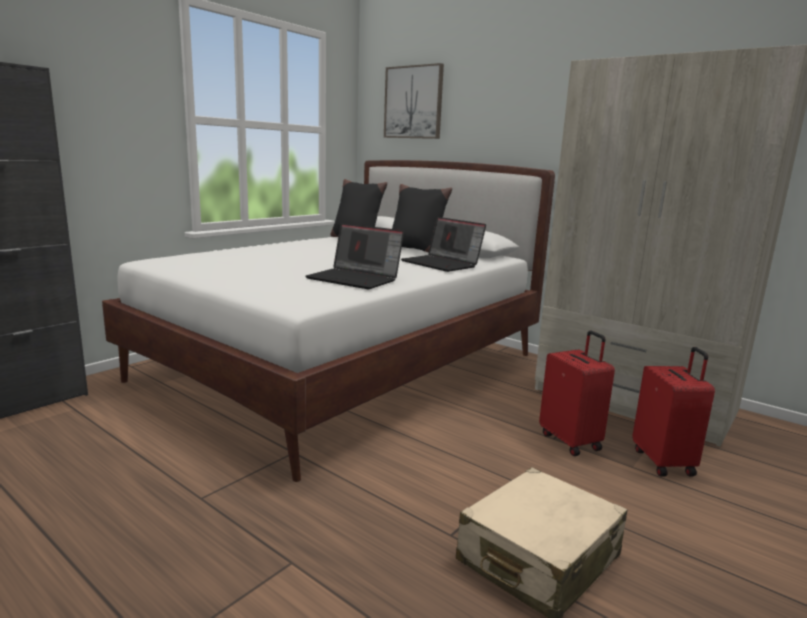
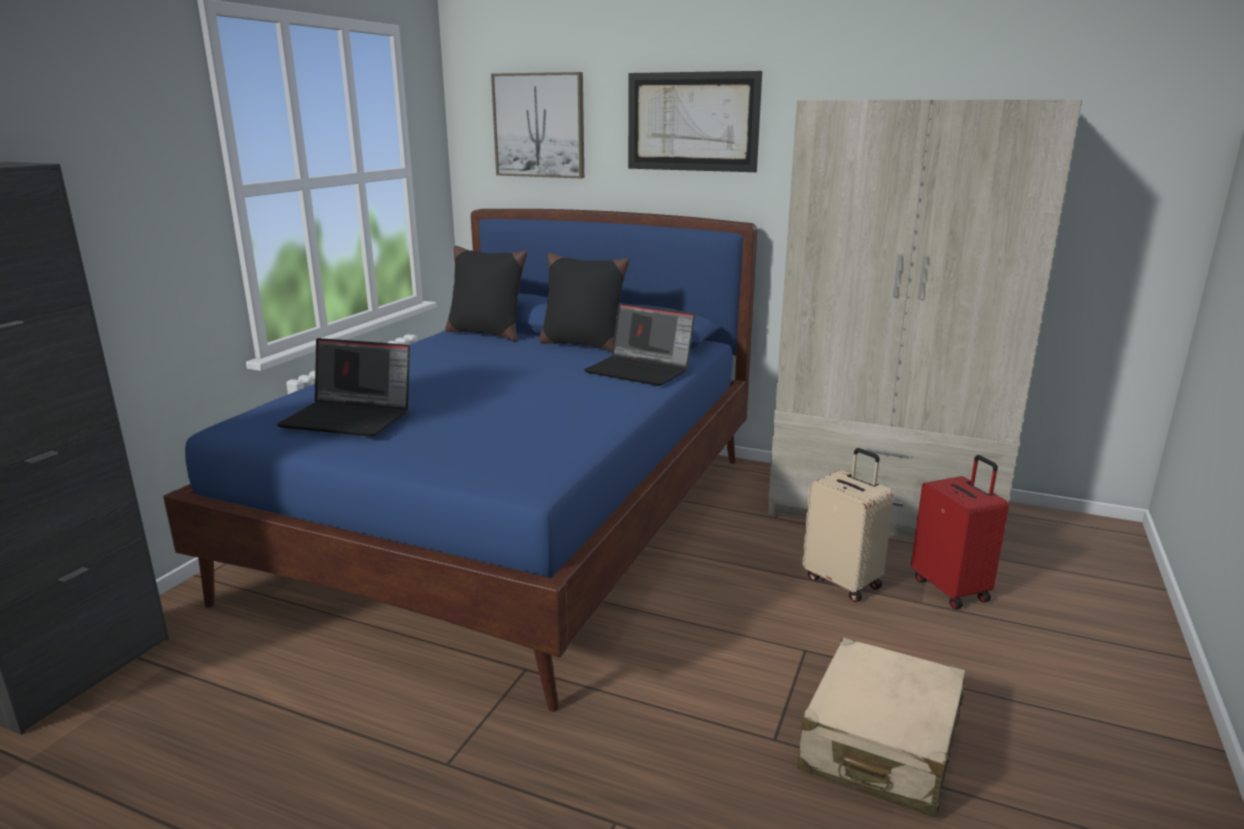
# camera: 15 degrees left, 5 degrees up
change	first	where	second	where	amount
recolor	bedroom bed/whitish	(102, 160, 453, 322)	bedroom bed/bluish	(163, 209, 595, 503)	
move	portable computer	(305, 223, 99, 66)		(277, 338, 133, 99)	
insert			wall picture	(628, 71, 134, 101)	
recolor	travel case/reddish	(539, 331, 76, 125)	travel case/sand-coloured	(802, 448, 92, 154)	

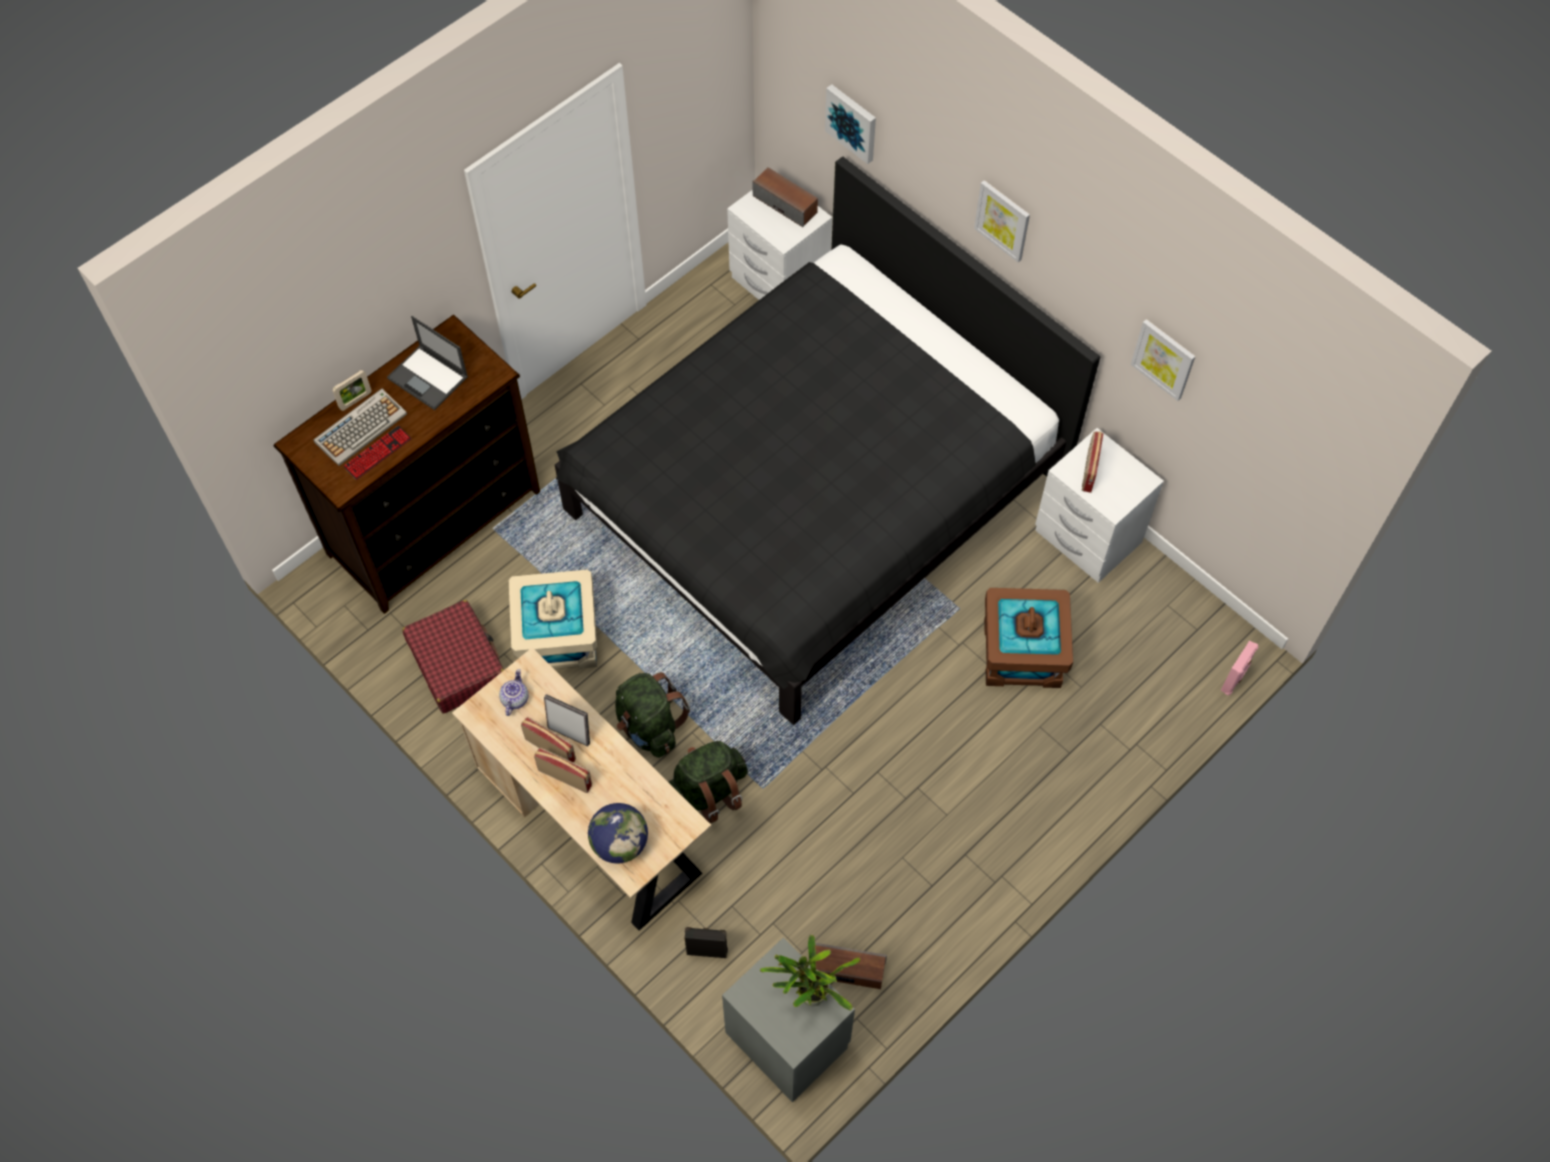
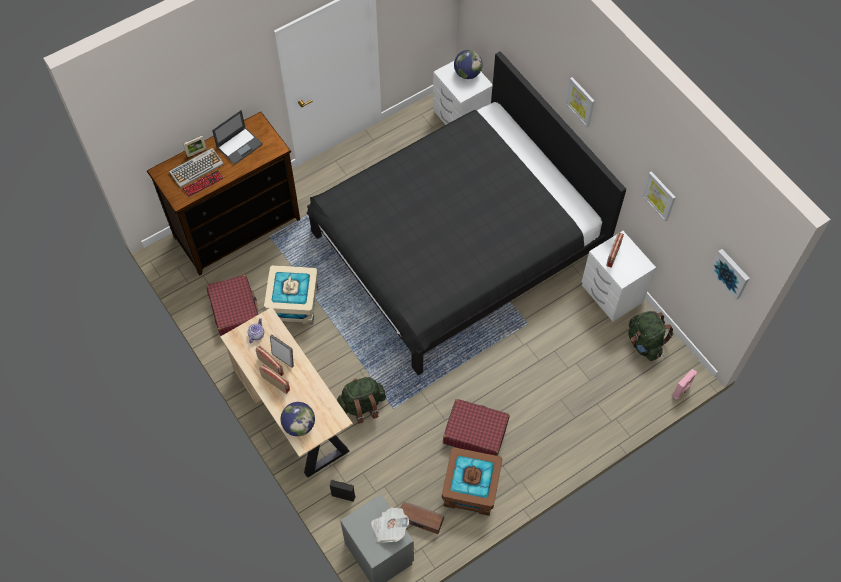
# camera: 10 degrees right, 0 degrees up
change	first	where	second	where	amount
rotate	portable computer	(387, 316, 81, 94)		(212, 110, 51, 55)	90 degrees counterclockwise
replace	potted plant	(759, 934, 101, 77)	printed paper	(371, 507, 38, 36)	
move	storage box/brown-coloured	(984, 588, 89, 100)		(442, 447, 60, 69)	
insert			travel case/reddish	(443, 399, 67, 57)	
replace	speaker	(752, 167, 66, 60)	globe	(454, 50, 29, 29)	
move	knapsack/green	(615, 672, 75, 86)		(628, 311, 45, 50)	
move	wall picture	(825, 84, 51, 80)		(709, 249, 41, 51)	

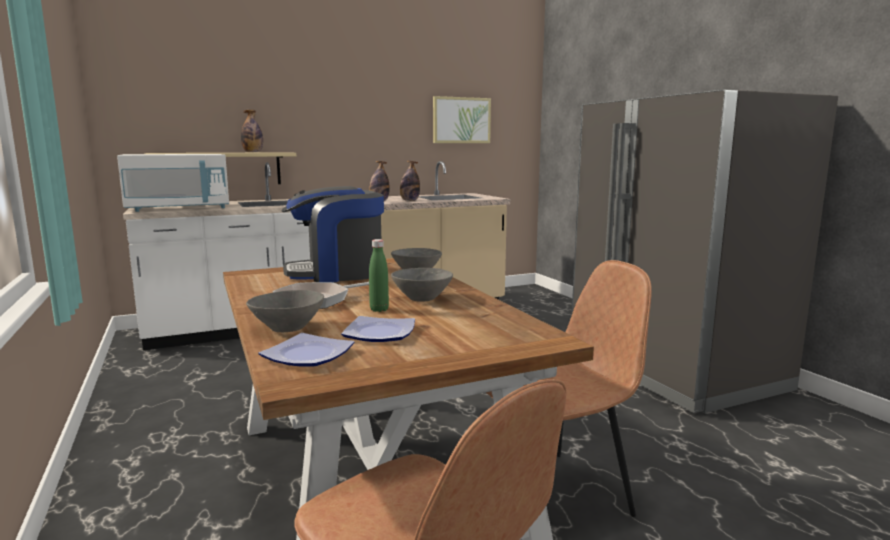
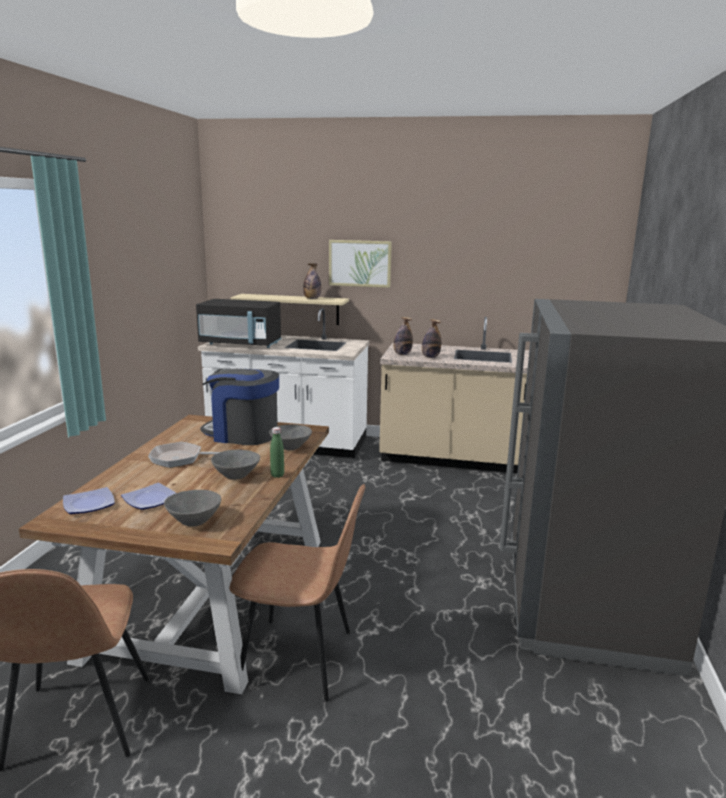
# camera: 35 degrees right, 5 degrees up
change	first	where	second	where	amount
move	serving bowl/gray	(246, 290, 78, 42)		(164, 490, 57, 37)	
recolor	microwave oven/whitish	(117, 154, 112, 58)	microwave oven/blackish	(196, 299, 86, 49)	
move	beverage bottle/green	(369, 239, 20, 73)		(270, 427, 14, 51)	
move	wall picture	(433, 96, 58, 47)		(329, 240, 63, 48)	

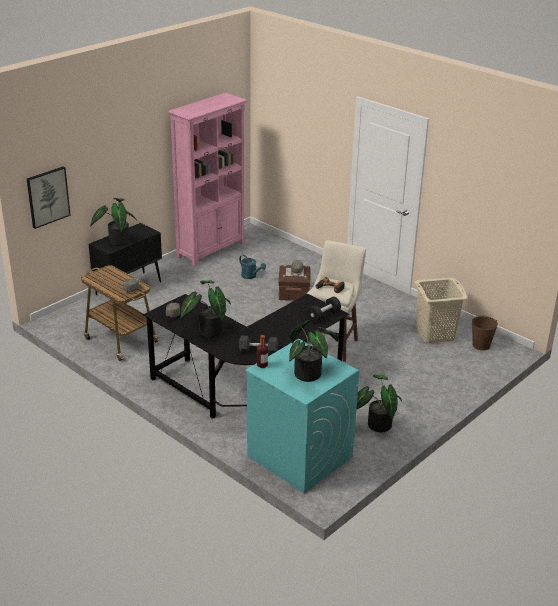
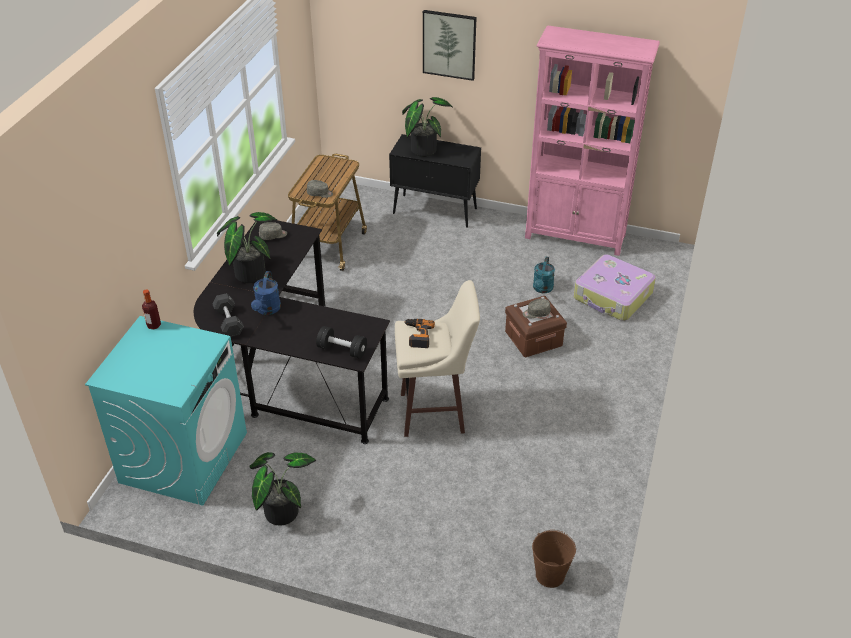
# camera: 65 degrees right, 10 degrees up
change	first	where	second	where	amount
insert			watering can/bluish	(251, 271, 30, 44)	
move	wall picture	(27, 166, 44, 63)		(423, 10, 54, 71)	
insert			travel case	(574, 254, 82, 67)	
delete	potted plant	(289, 320, 50, 62)			
delete	laundry basket/sand-coloured	(415, 278, 53, 65)			

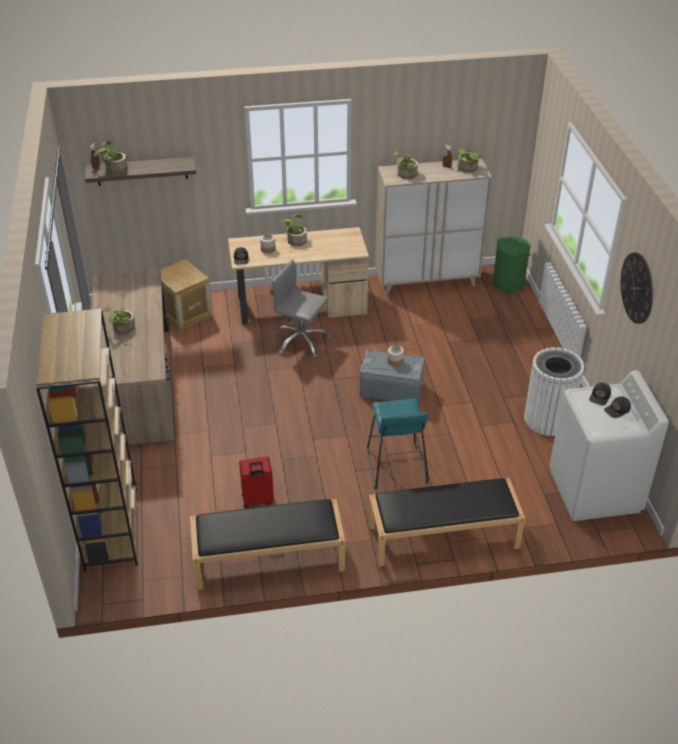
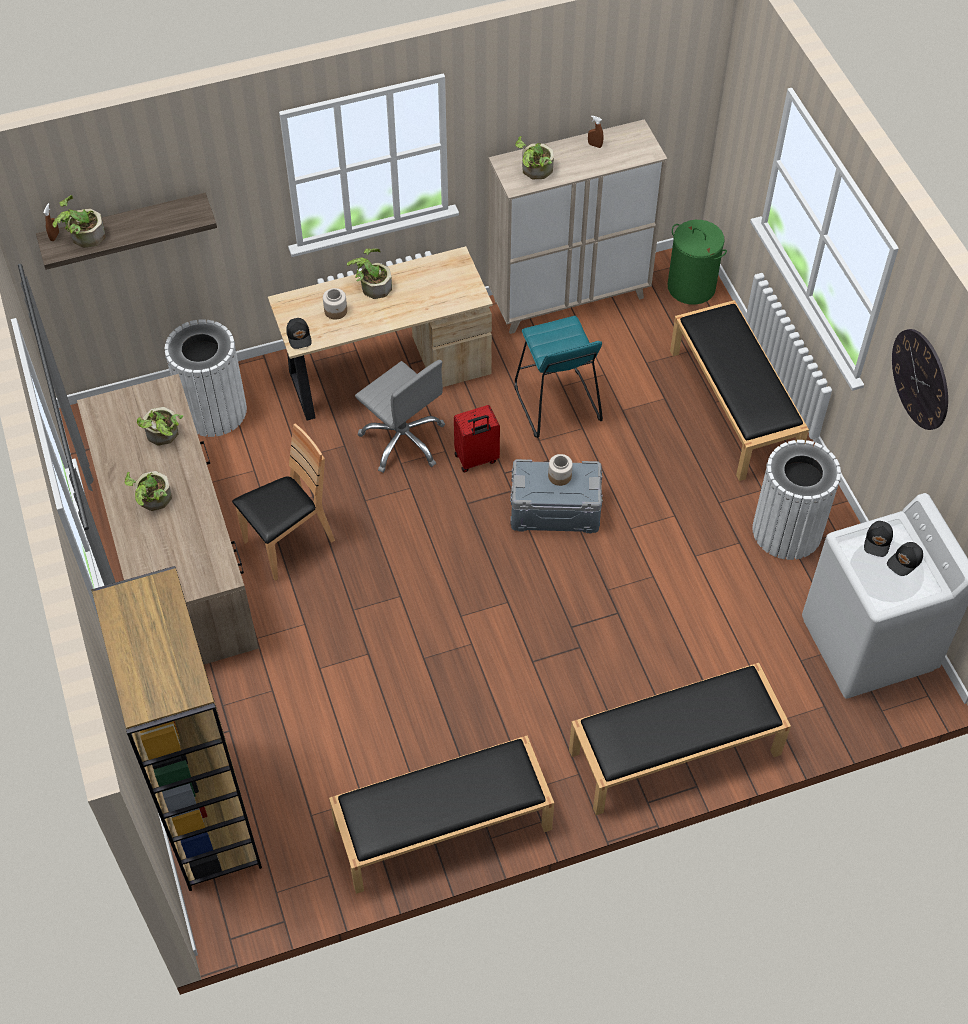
# camera: 10 degrees left, 15 degrees up
change	first	where	second	where	amount
move	potted plant	(457, 149, 28, 24)		(137, 407, 47, 39)	
replace	crate	(161, 259, 52, 72)	trash can/whitish	(165, 319, 82, 118)	
insert			chair/brown-coloured	(232, 423, 103, 158)	
rotate	office chair/gray	(272, 259, 59, 99)		(355, 360, 90, 113)	150 degrees counterclockwise
move	travel case/reddish	(239, 457, 35, 52)		(454, 405, 46, 67)	
move	sitting stool/turquoise-coloured	(367, 398, 62, 91)		(515, 316, 88, 122)	
insert			long seat/blackish	(670, 300, 139, 181)	

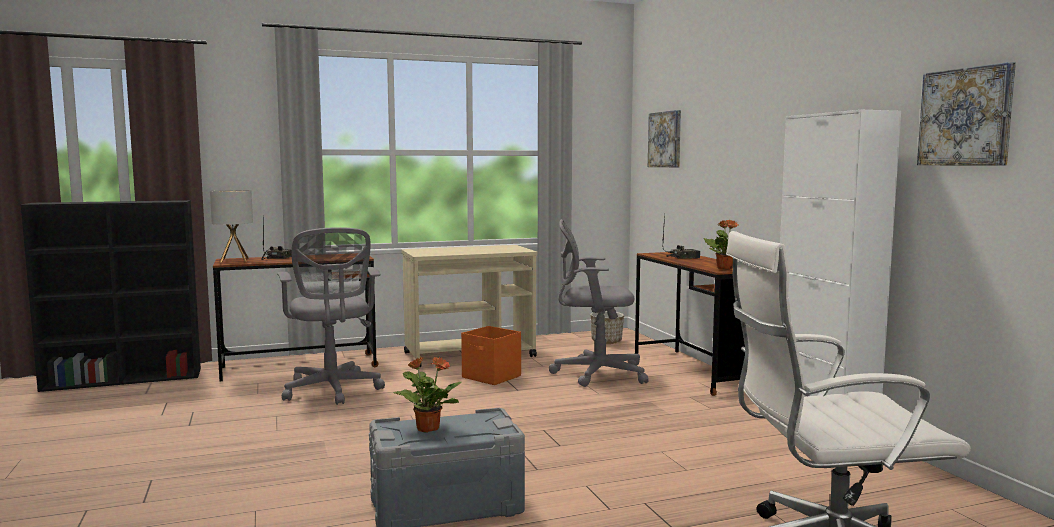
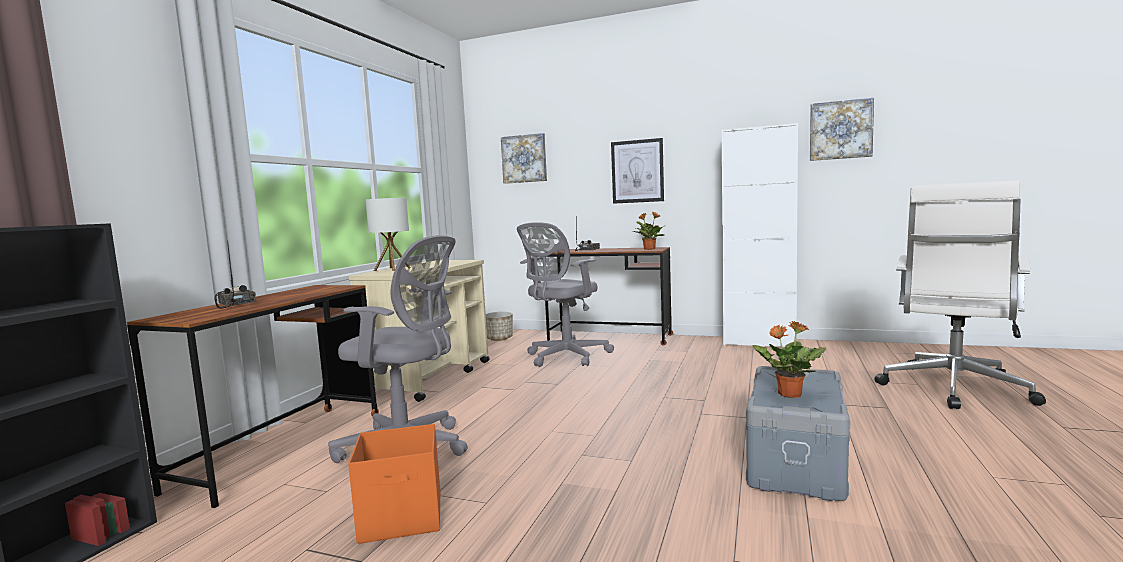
# camera: 50 degrees left, 0 degrees up
change	first	where	second	where	amount
move	storage box/orangey	(461, 326, 60, 59)		(348, 424, 92, 120)	
move	table lamp	(210, 190, 43, 72)		(365, 198, 46, 73)	
insert			wall picture	(611, 138, 53, 66)	

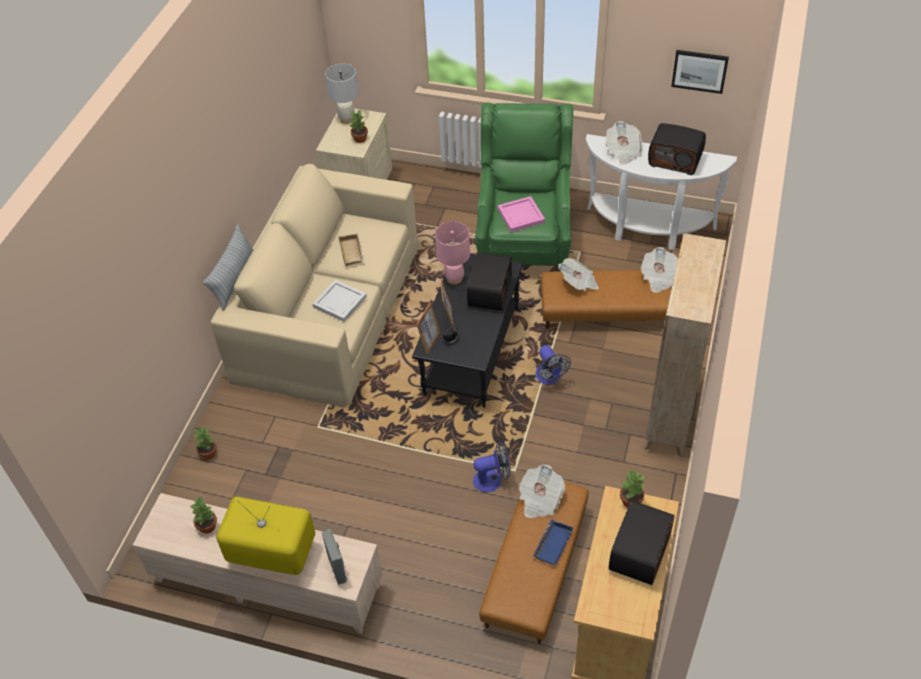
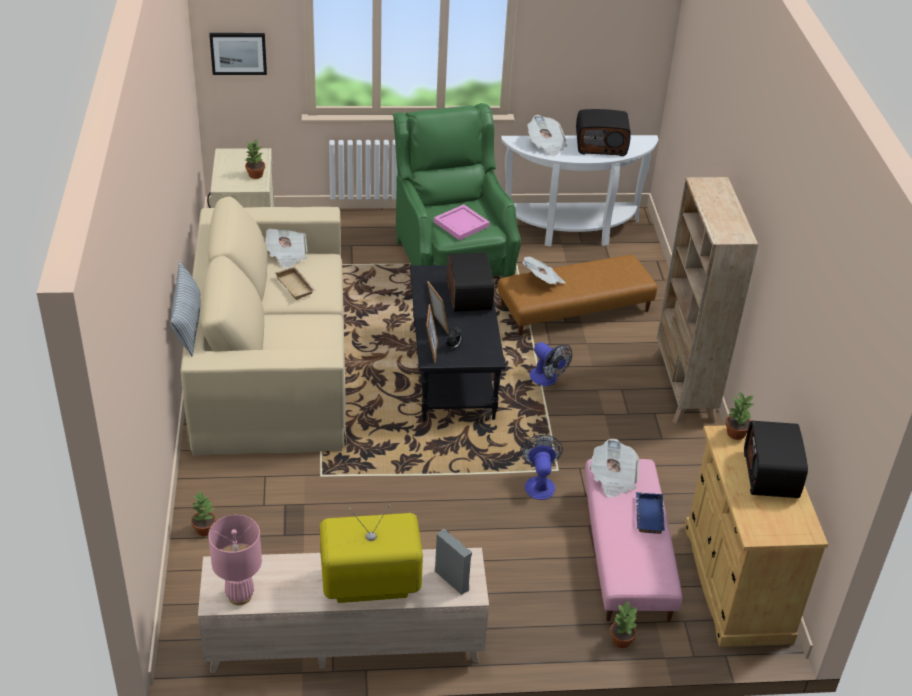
# camera: 25 degrees left, 10 degrees down
change	first	where	second	where	amount
move	table lamp/pink	(435, 221, 35, 64)		(208, 515, 54, 90)	
move	wall picture	(671, 50, 58, 44)		(209, 33, 58, 42)	
move	printed paper	(640, 247, 38, 46)		(265, 229, 42, 39)	
rotate	cooling fan	(473, 442, 37, 50)		(520, 435, 43, 65)	60 degrees counterclockwise
recolor	ottoman/brown-coloured	(479, 482, 110, 162)	ottoman/pink	(585, 459, 97, 163)	
move	potted plant	(189, 497, 28, 37)		(610, 600, 28, 48)	
delete	serving tray/whitish	(312, 280, 55, 42)			
delete	table lamp/whitish	(325, 64, 33, 60)			

